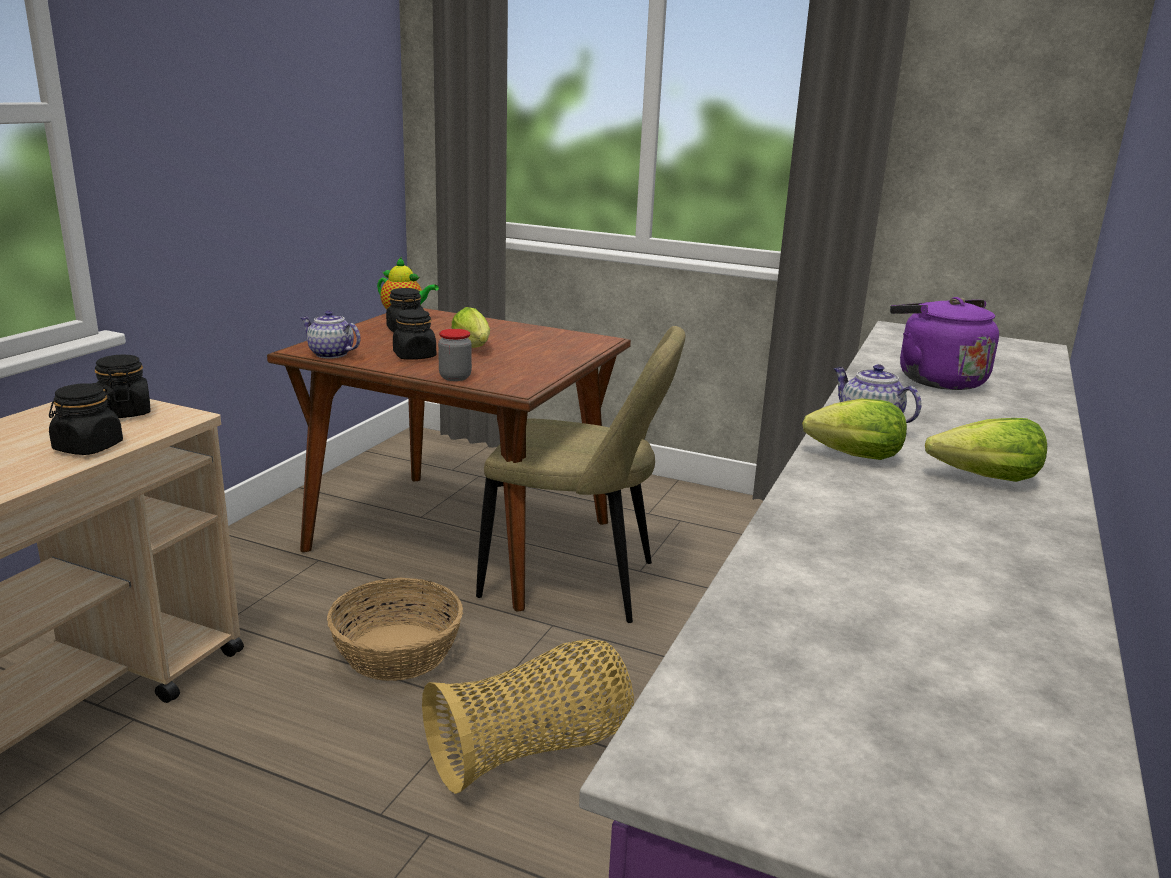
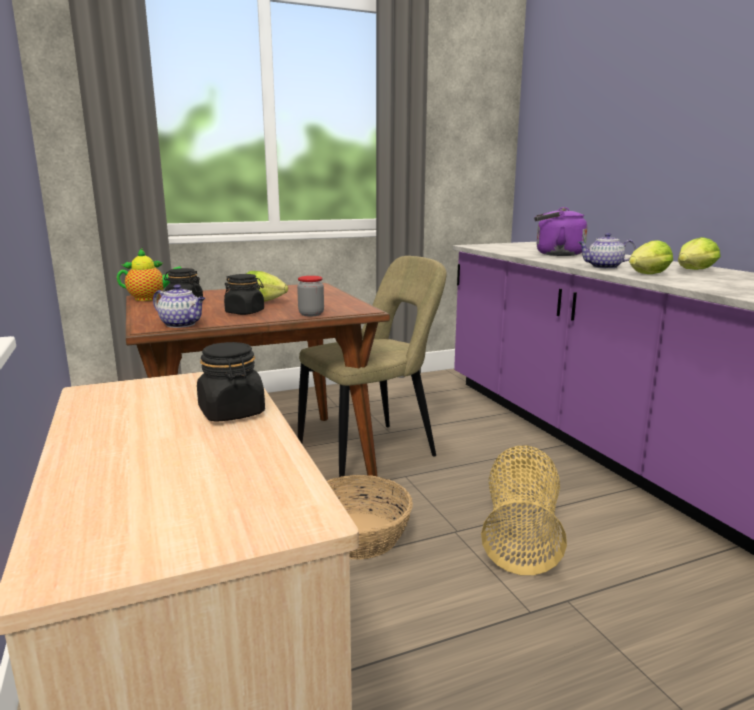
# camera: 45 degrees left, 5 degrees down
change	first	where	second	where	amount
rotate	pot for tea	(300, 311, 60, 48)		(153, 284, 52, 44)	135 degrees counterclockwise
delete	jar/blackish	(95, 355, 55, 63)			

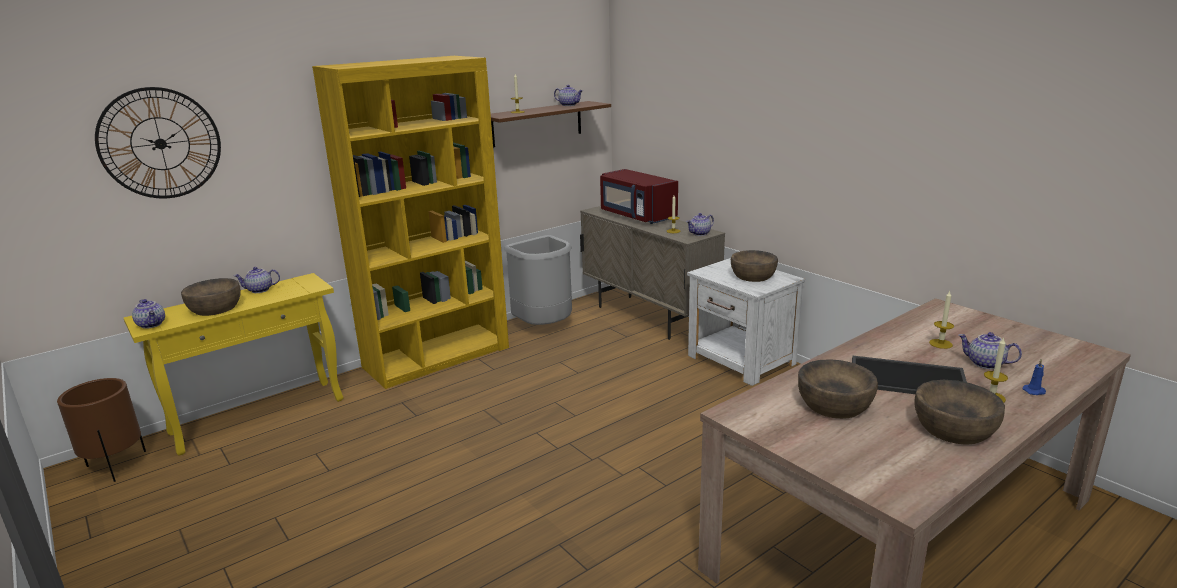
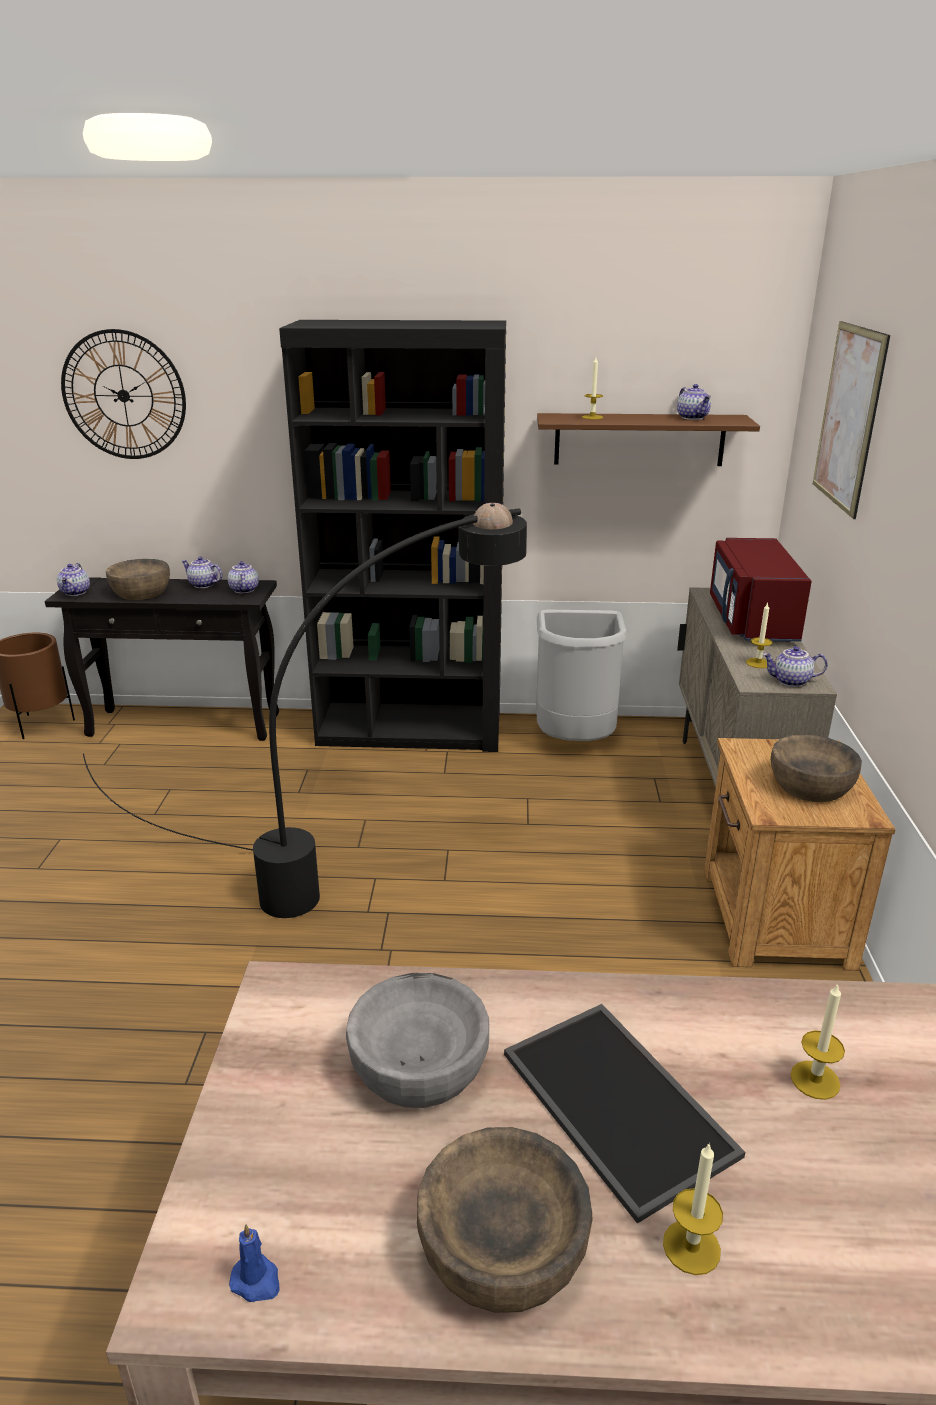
# camera: 40 degrees right, 5 degrees up
change	first	where	second	where	amount
recolor	console table/yellow-coloured	(124, 273, 219, 183)	console table/blackish	(45, 577, 234, 164)	
insert			floor lamp/blackish	(83, 503, 444, 415)	
move	pot for tea	(959, 332, 63, 37)		(228, 561, 31, 32)	
move	wax light/bluish	(1022, 359, 24, 36)		(229, 1224, 51, 78)	
recolor	shelving unit/yellow-coloured	(312, 56, 197, 333)	shelving unit/blackish	(279, 320, 227, 432)	
recolor	serving bowl/brown-coloured	(798, 359, 80, 60)	serving bowl/gray	(346, 973, 143, 135)	
recolor	night table/whitish	(687, 258, 118, 128)	night table/brown-coloured	(704, 738, 191, 233)	
insert			wall picture	(813, 321, 77, 198)	

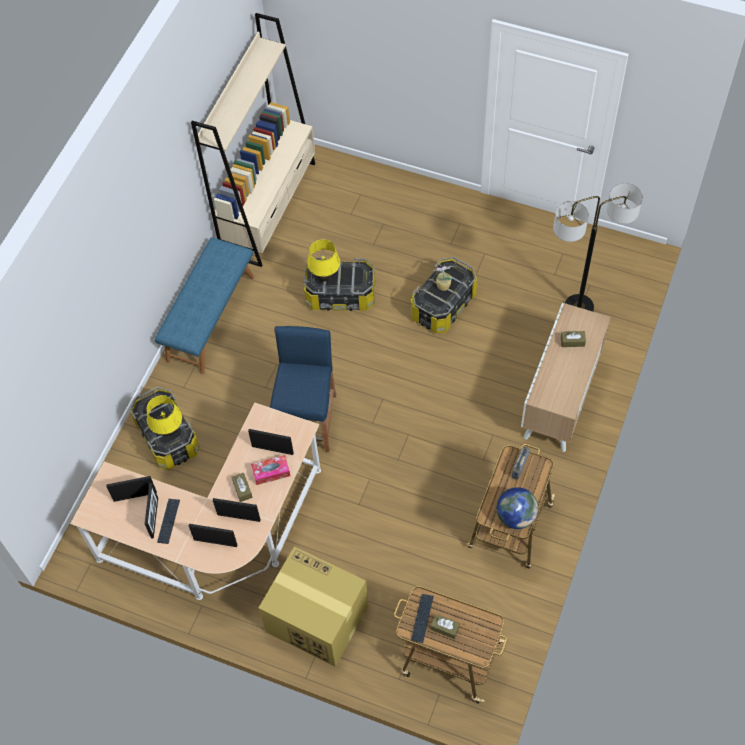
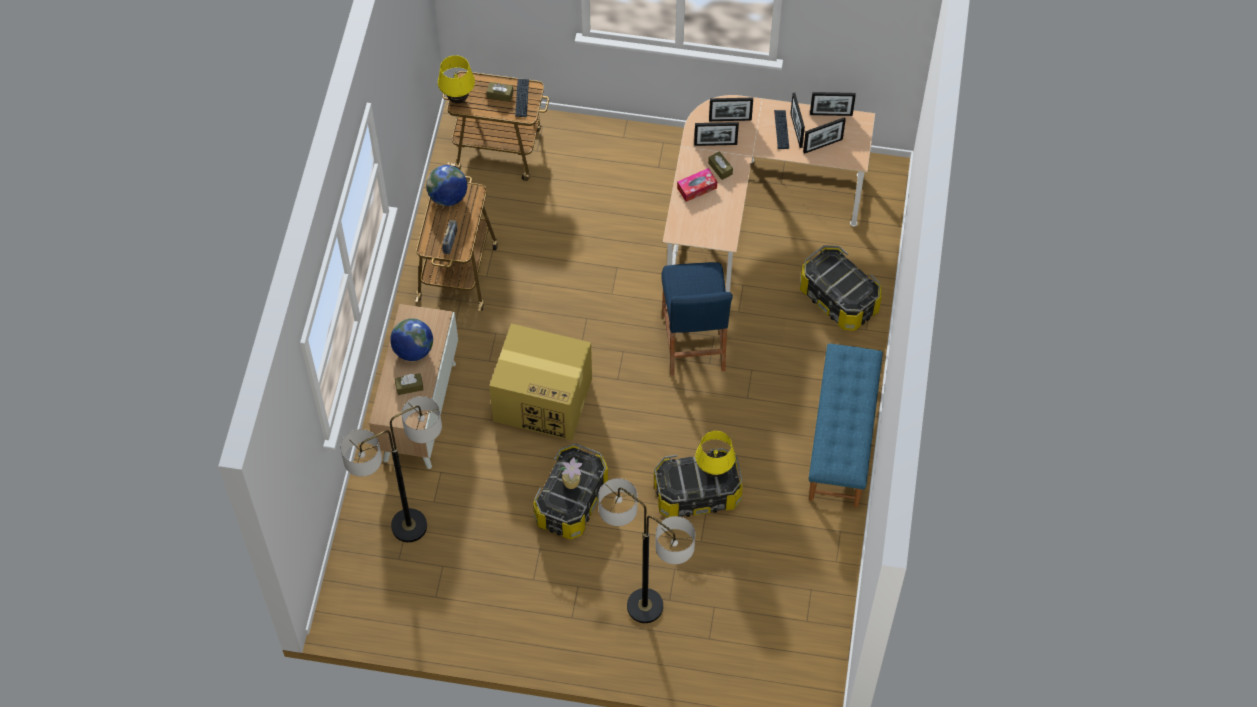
# camera: 165 degrees right, 0 degrees up
change	first	where	second	where	amount
insert			globe	(390, 318, 43, 43)	
move	table lamp/yellow-coloured	(147, 395, 35, 42)		(438, 55, 37, 49)	
move	packing box	(258, 546, 110, 121)		(489, 324, 103, 117)	
insert			floor lamp	(598, 478, 97, 145)	
move	standing frame	(248, 429, 46, 26)		(810, 92, 46, 24)	
delete	shelving unit/sand-coloured	(191, 13, 124, 254)			

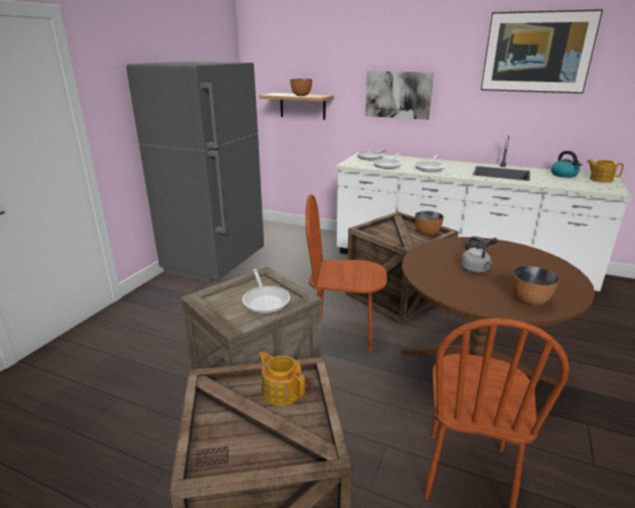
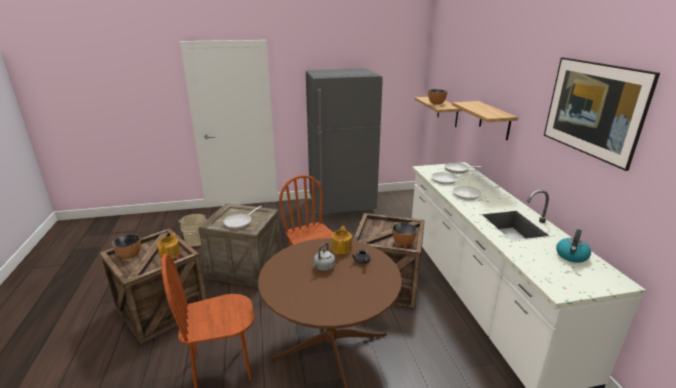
# camera: 55 degrees right, 0 degrees up
change	first	where	second	where	amount
move	serving bowl	(511, 266, 48, 39)		(112, 234, 29, 25)	
insert			bucket/sand-coloured	(178, 214, 30, 33)	
move	pot for tea	(586, 160, 38, 23)		(332, 226, 20, 28)	
replace	wall picture	(365, 71, 69, 49)	shelf	(452, 101, 66, 39)	

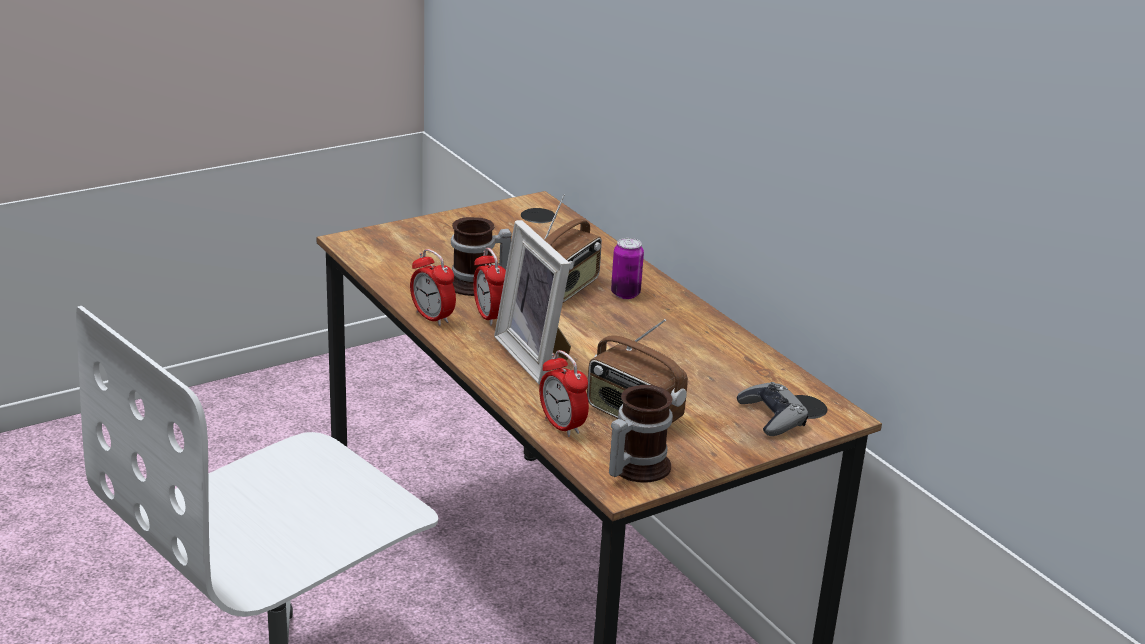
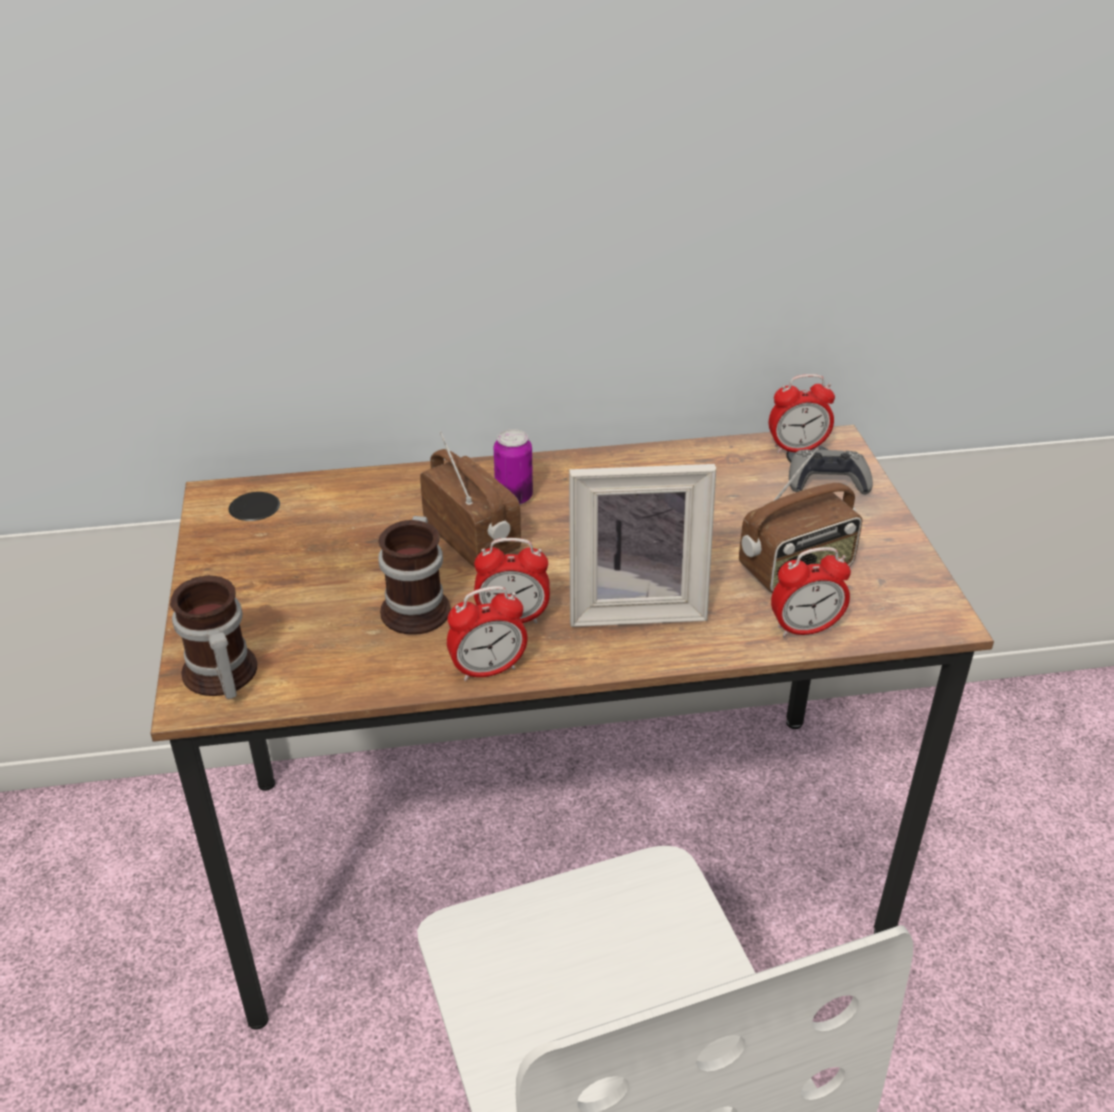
# camera: 65 degrees left, 10 degrees up
change	first	where	second	where	amount
move	tea mug	(609, 385, 64, 98)		(170, 575, 87, 124)	
insert			bedside clock	(769, 374, 66, 79)	

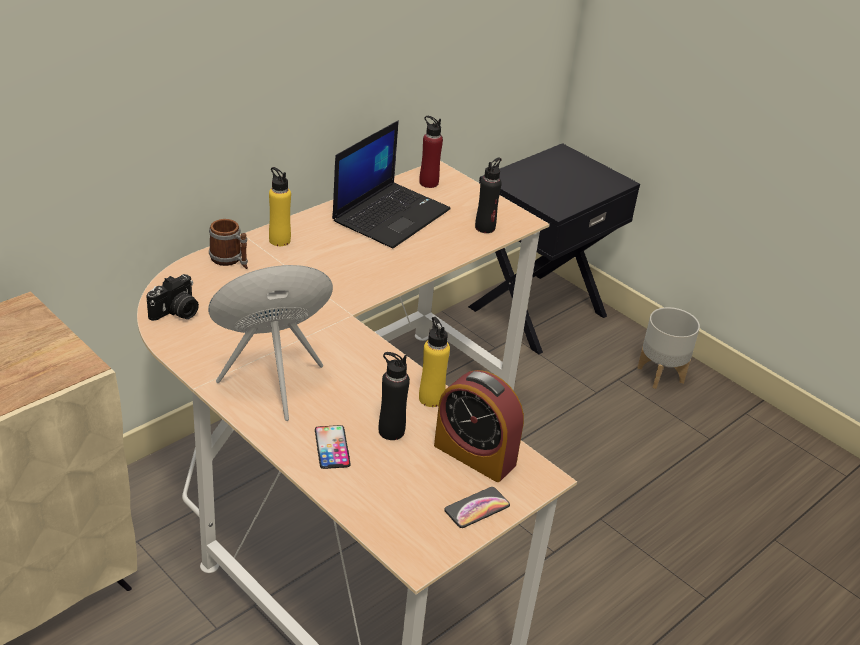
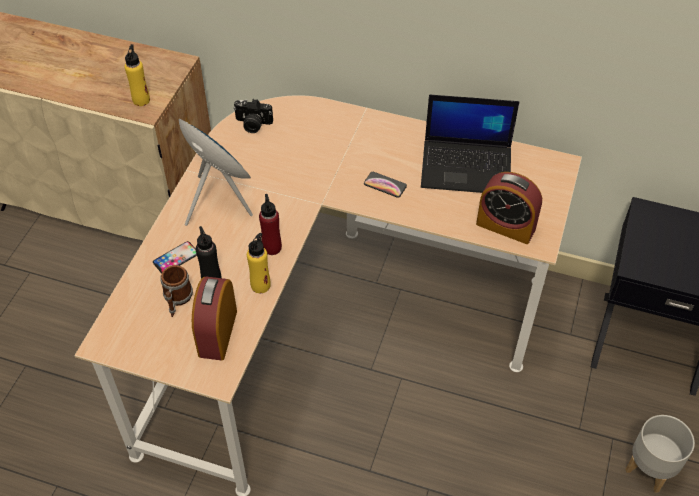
# camera: 65 degrees right, 15 degrees up
change	first	where	second	where	amount
move	beverage bottle/yellow-coloured	(269, 167, 22, 79)		(124, 44, 26, 62)	
move	tea mug	(209, 219, 39, 50)		(160, 265, 33, 52)	
move	beverage bottle/reddish	(419, 116, 24, 72)		(259, 194, 23, 61)	
move	handset	(444, 487, 66, 41)		(364, 172, 43, 26)	
replace	beverage bottle/blackish	(475, 158, 27, 75)	bedside clock	(476, 172, 66, 72)	

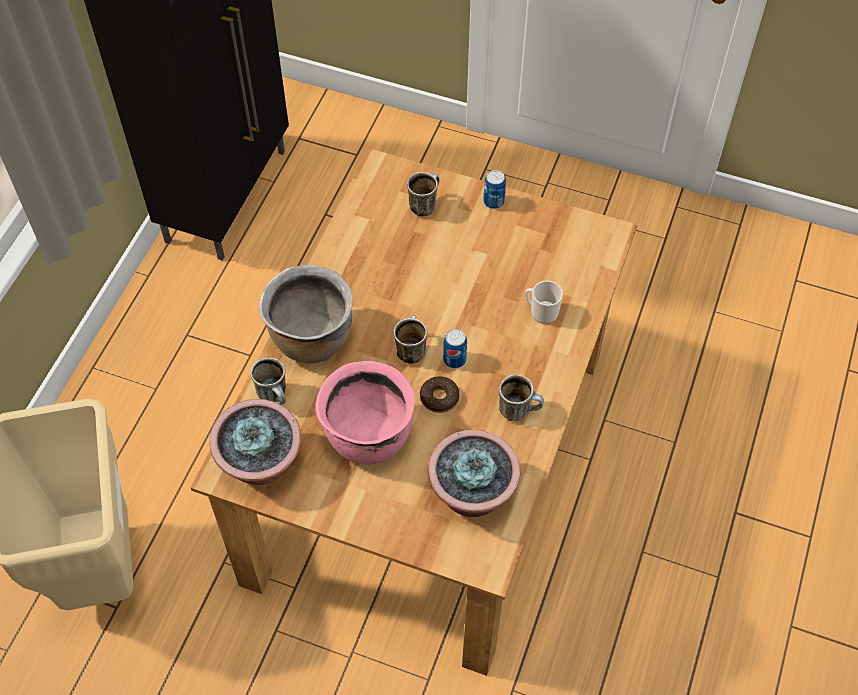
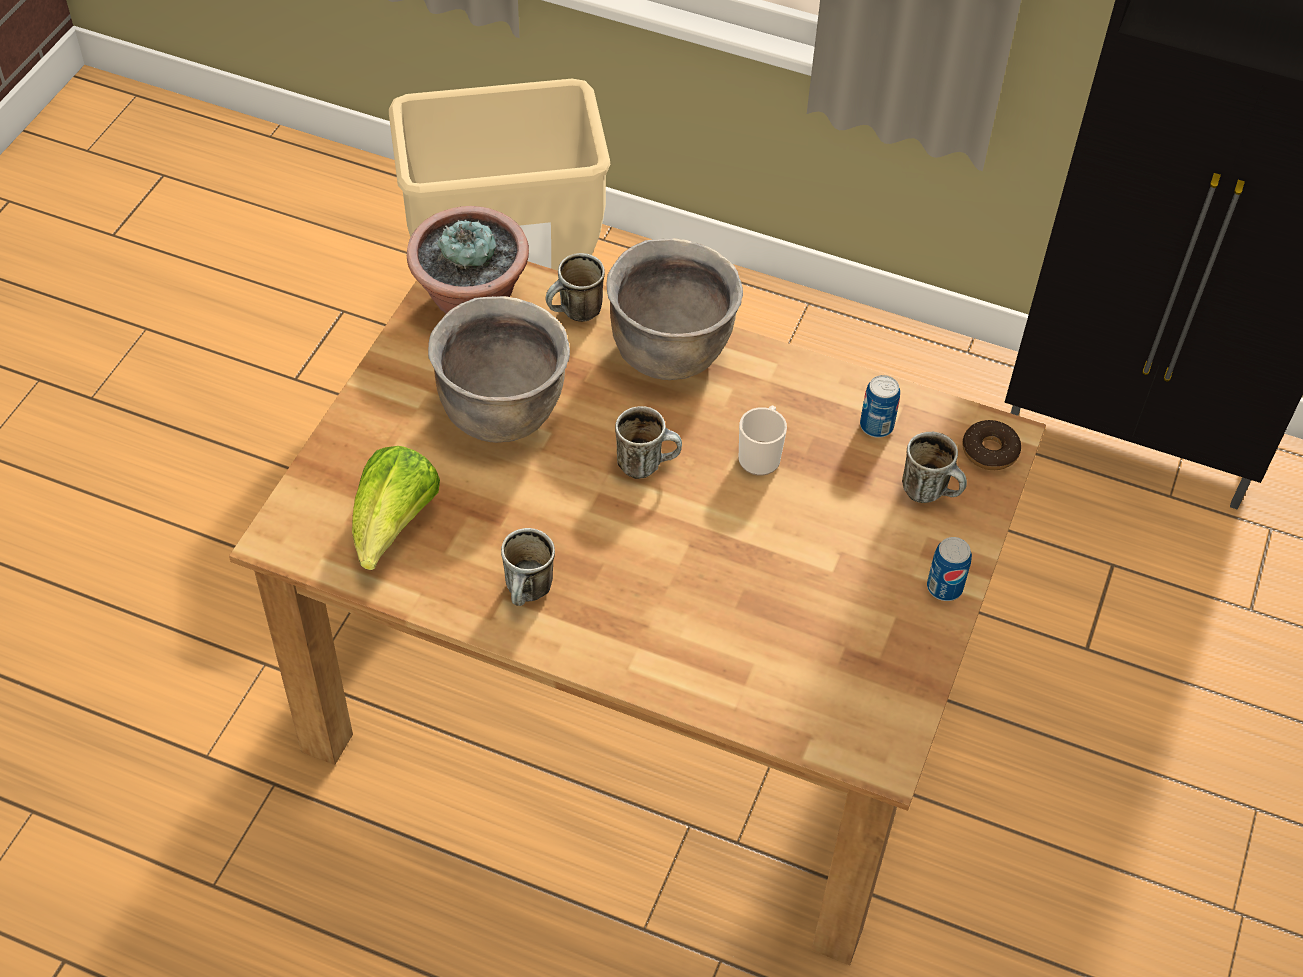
# camera: 90 degrees right, 5 degrees down
change	first	where	second	where	amount
replace	potted plant	(428, 430, 92, 87)	lettuce	(352, 446, 88, 124)	
recolor	saucepot/pink	(315, 361, 99, 104)	saucepot/brown-coloured	(428, 296, 142, 147)	
move	tea mug	(525, 281, 38, 43)		(739, 406, 48, 70)	
move	sealed can	(443, 329, 24, 39)		(860, 375, 40, 63)	
move	donut	(420, 376, 39, 37)		(962, 420, 59, 50)	

